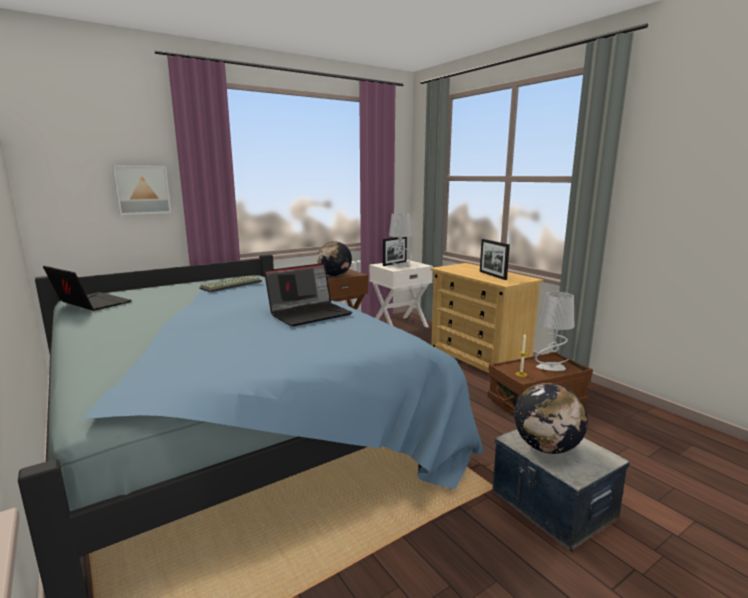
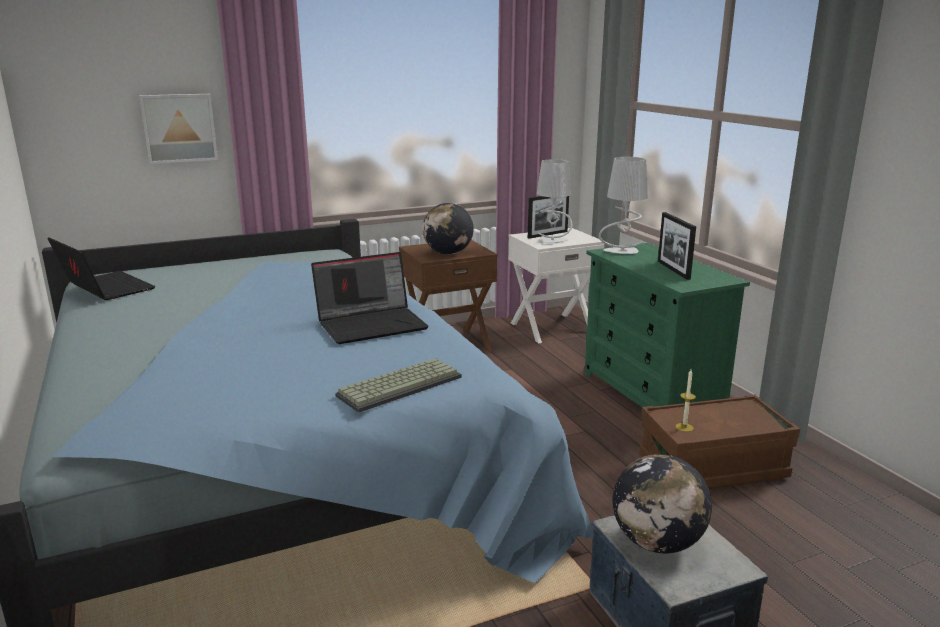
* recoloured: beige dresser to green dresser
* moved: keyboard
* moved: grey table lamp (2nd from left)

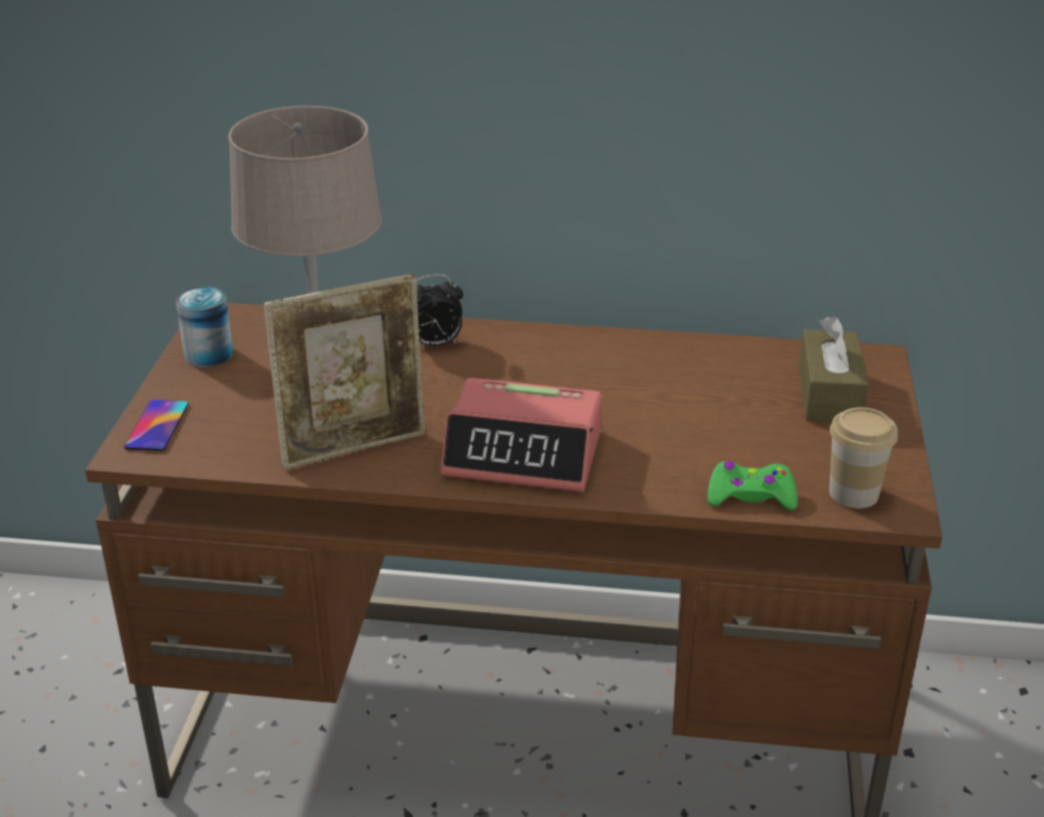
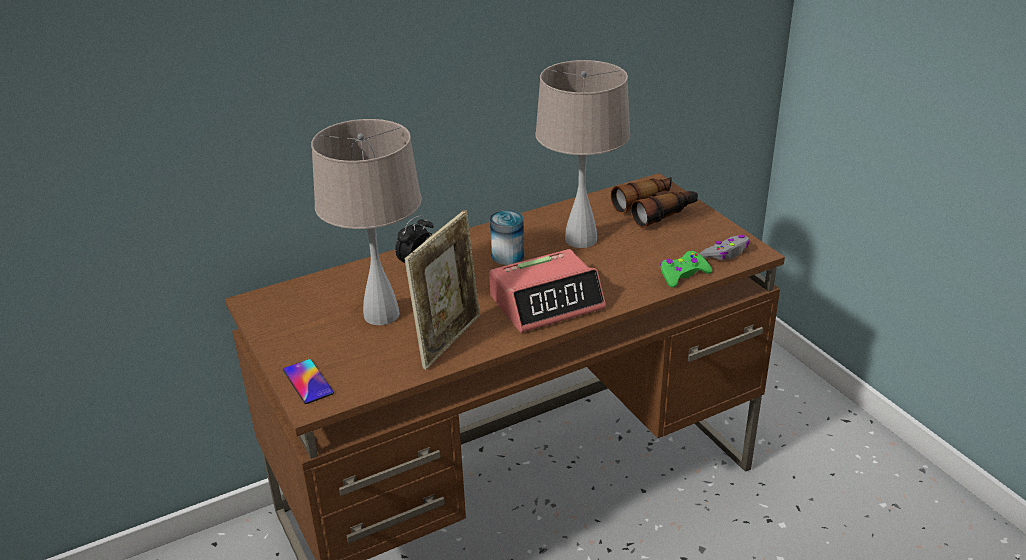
* moved: can
* replaced: brown tissue box to binoculars
* replaced: cup to grey game controller
* added: beige table lamp (2nd from left)

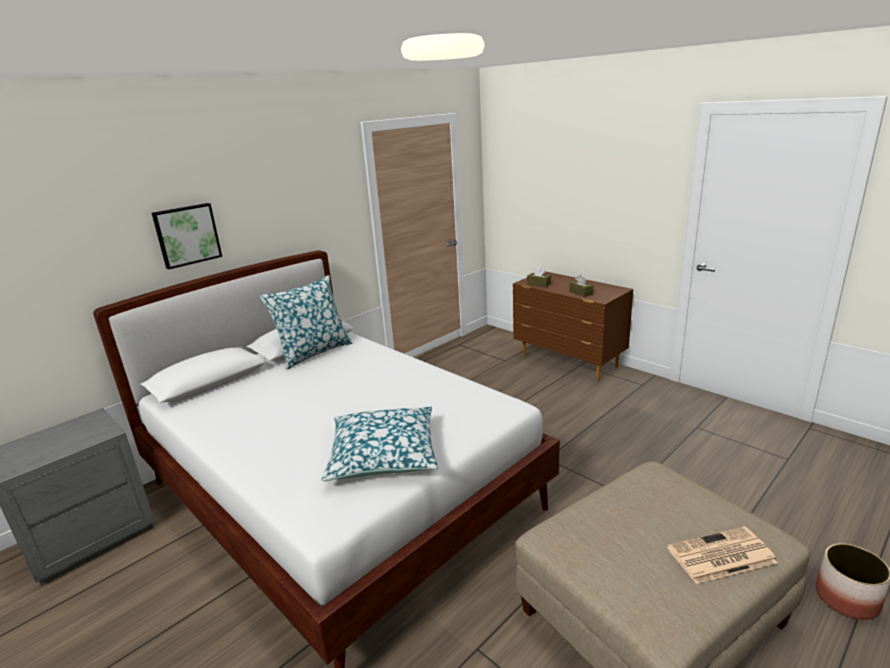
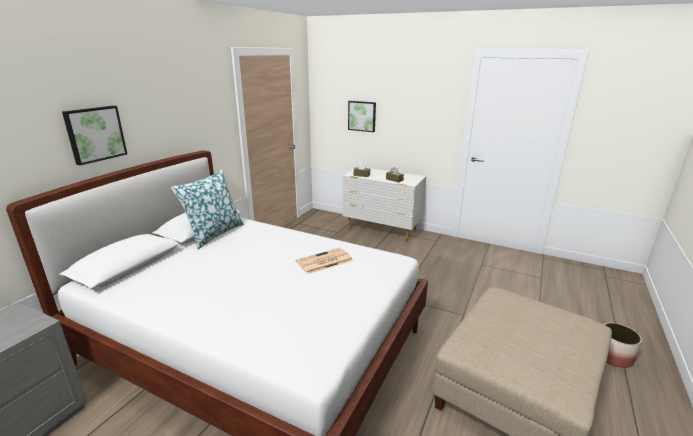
* recoloured: brown dresser to white dresser
* removed: pillow (2nd from left)
* moved: newspaper
* added: picture (2nd from left)

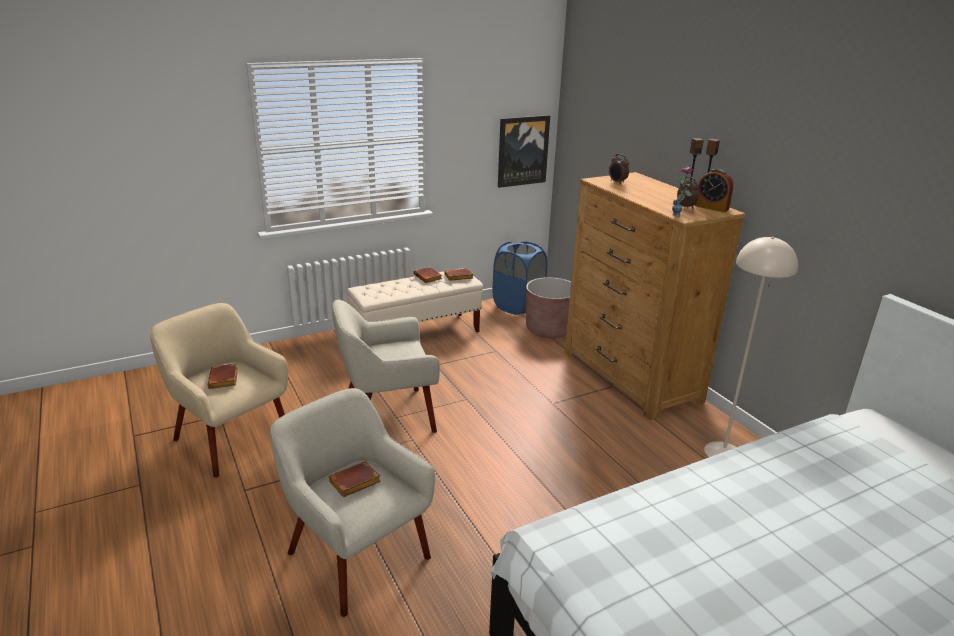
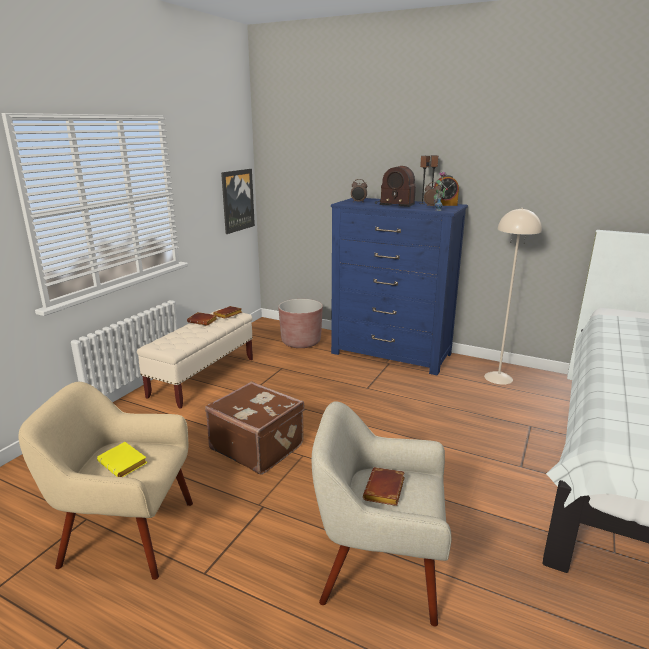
* recoloured: brown dresser to blue dresser
* removed: blue laundry basket
* replaced: beige armchair (3rd from left) to brown suitcase
* recoloured: brown book (1st from left) to yellow book
* added: radio

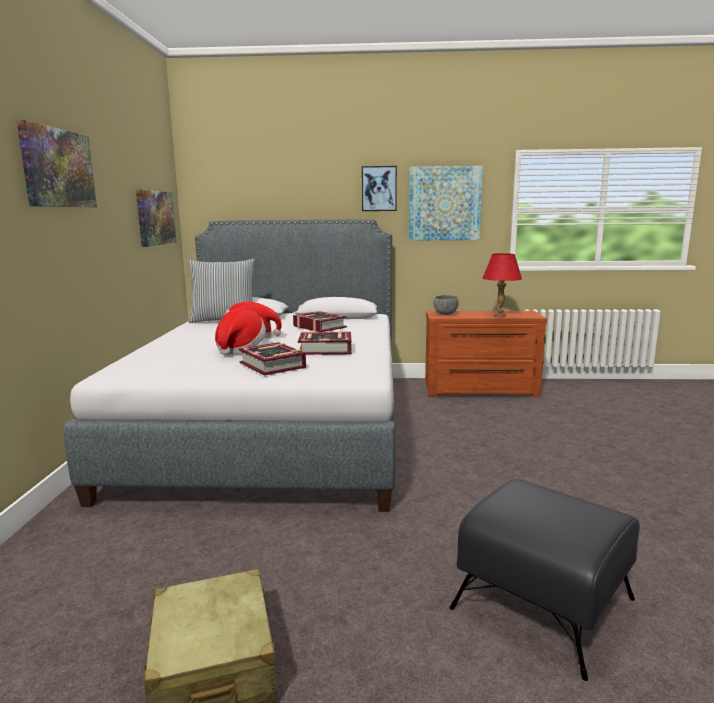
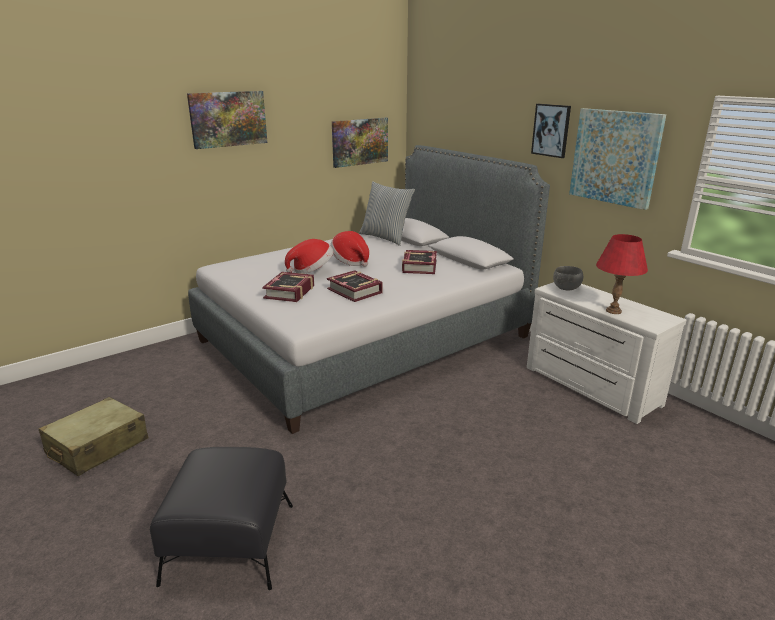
* recoloured: brown dresser to white dresser

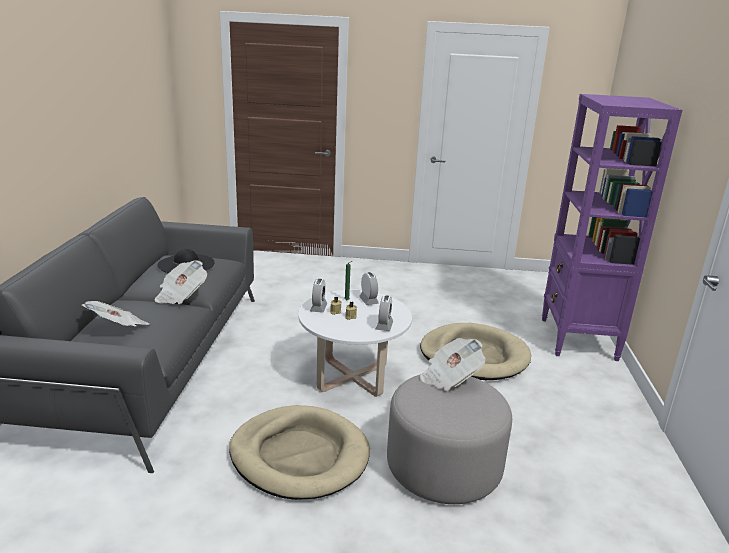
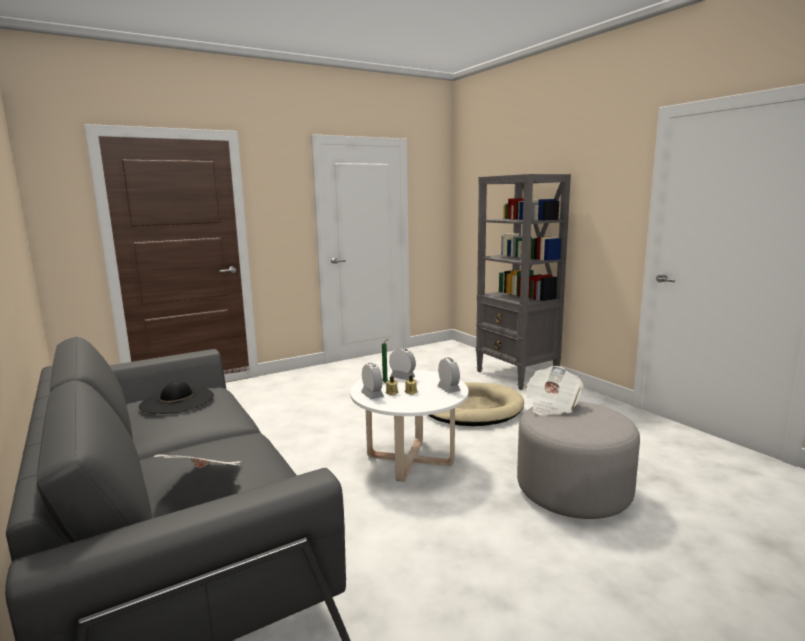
* recoloured: purple bookcase to grey bookcase
* removed: newspaper (2nd from left)
* removed: beige dog bed (1st from left)

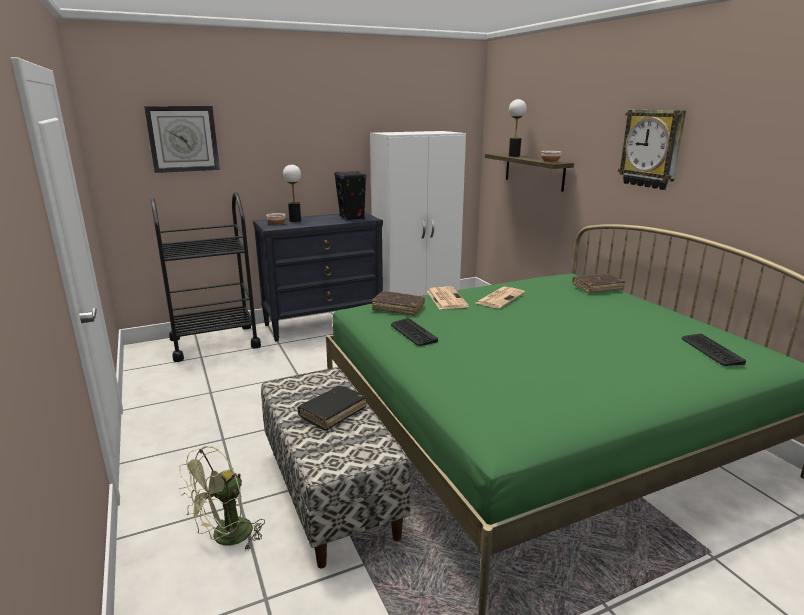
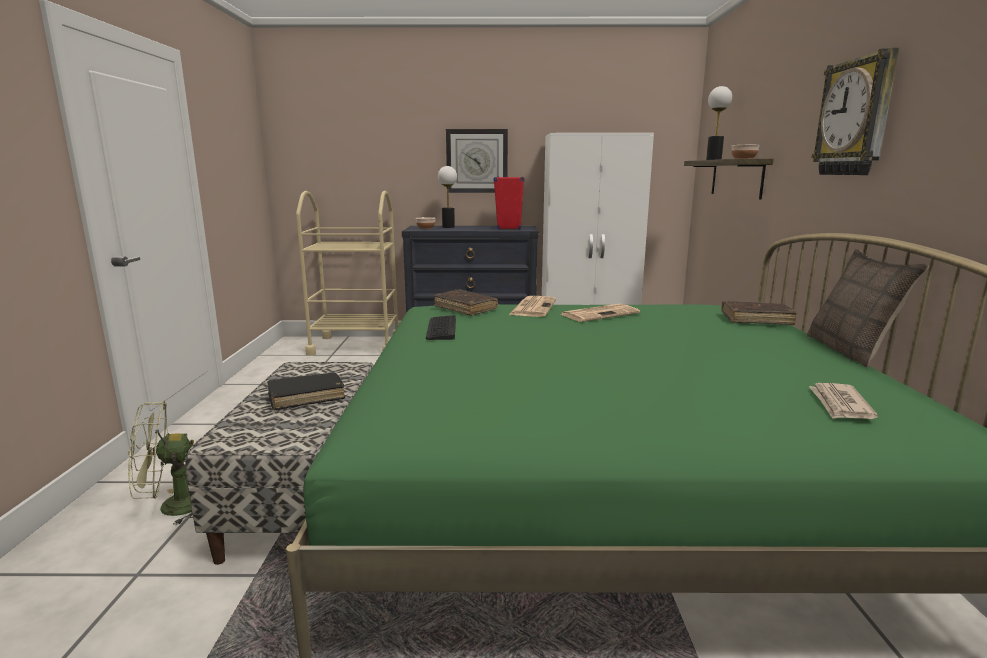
* moved: wall clock (1st from left)
* recoloured: black speaker to red speaker
* recoloured: black cart to beige cart
* replaced: keyboard (2nd from left) to newspaper (3rd from left)
* added: pillow

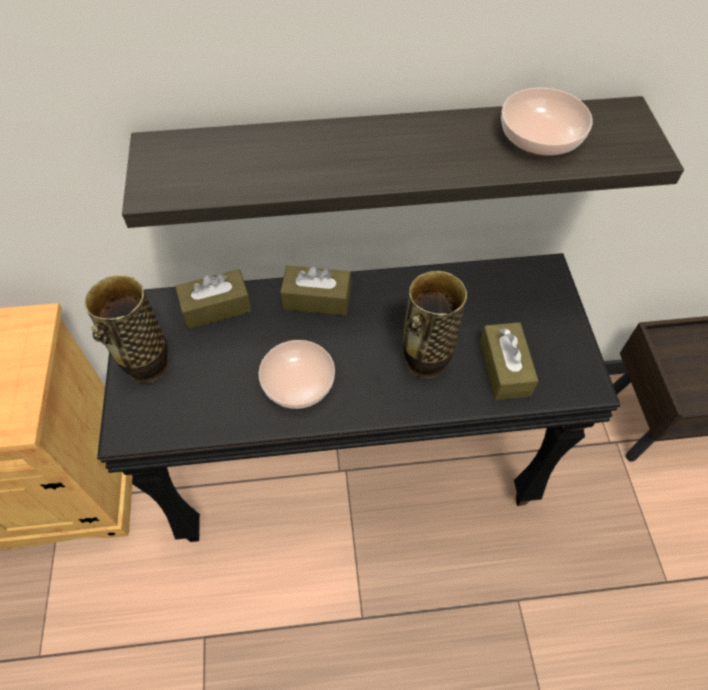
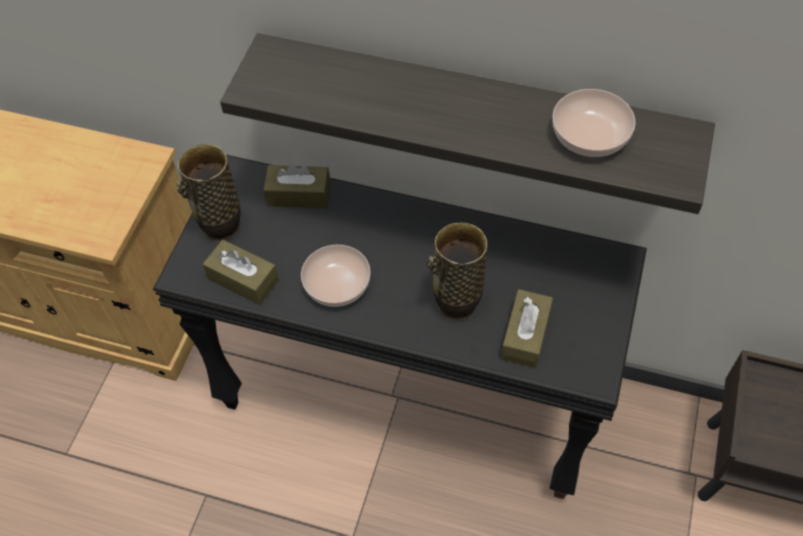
* moved: brown tissue box (2nd from left in the first image) to brown tissue box (1st from left)

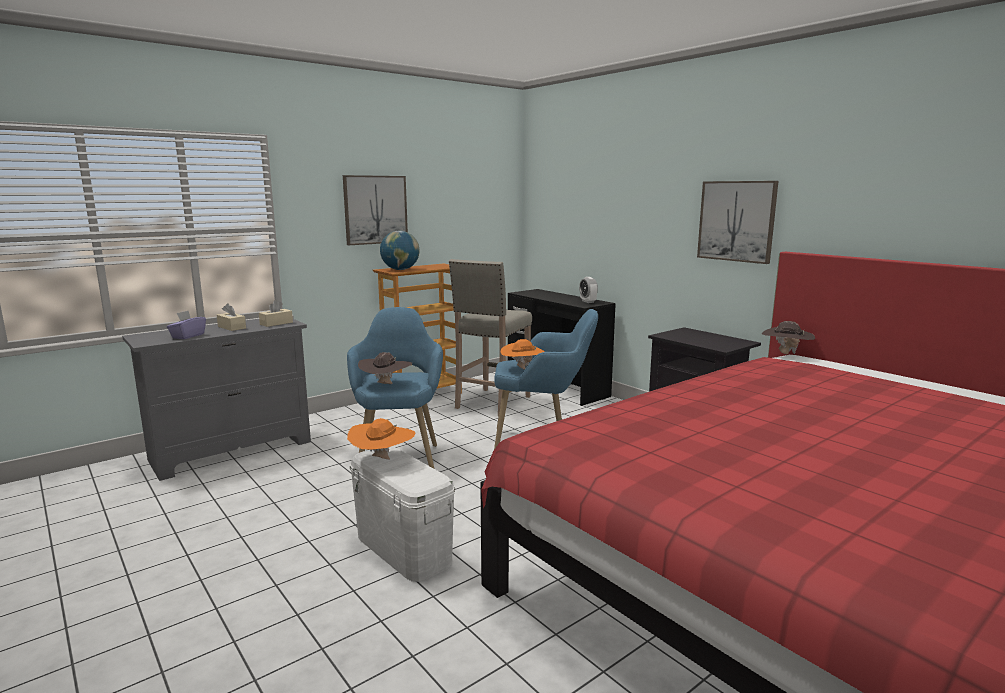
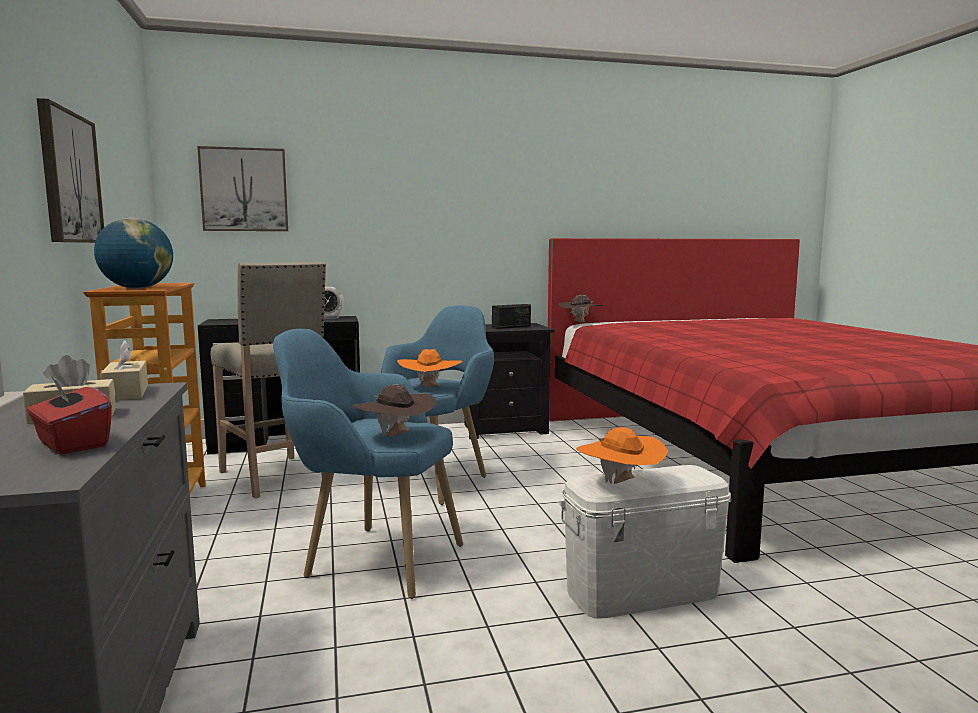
* moved: picture (2nd from left)
* recoloured: purple tissue box to red tissue box
* added: radio

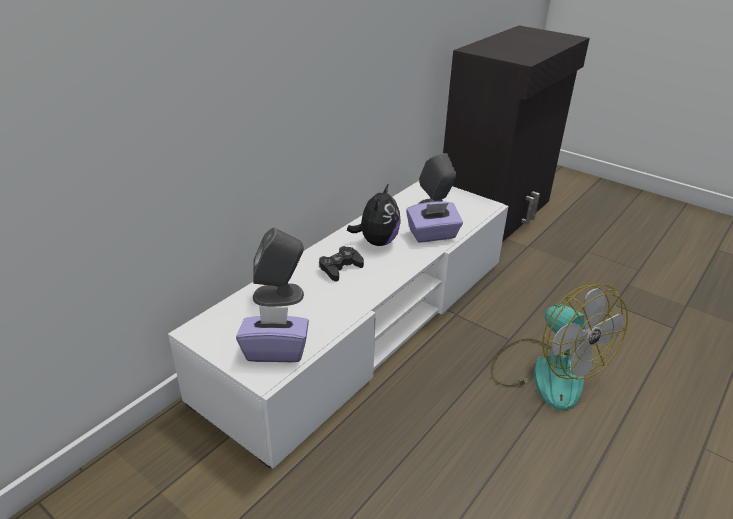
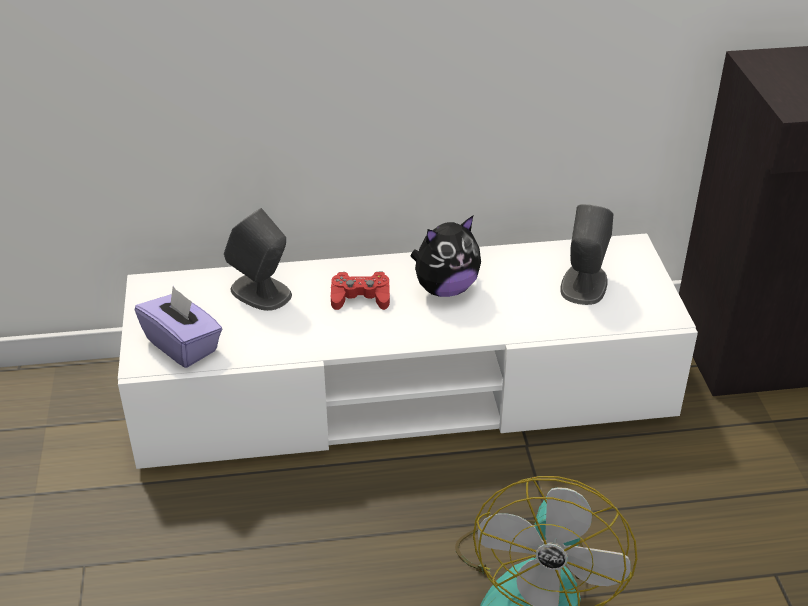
* removed: purple tissue box (2nd from left)
* recoloured: black game controller to red game controller

